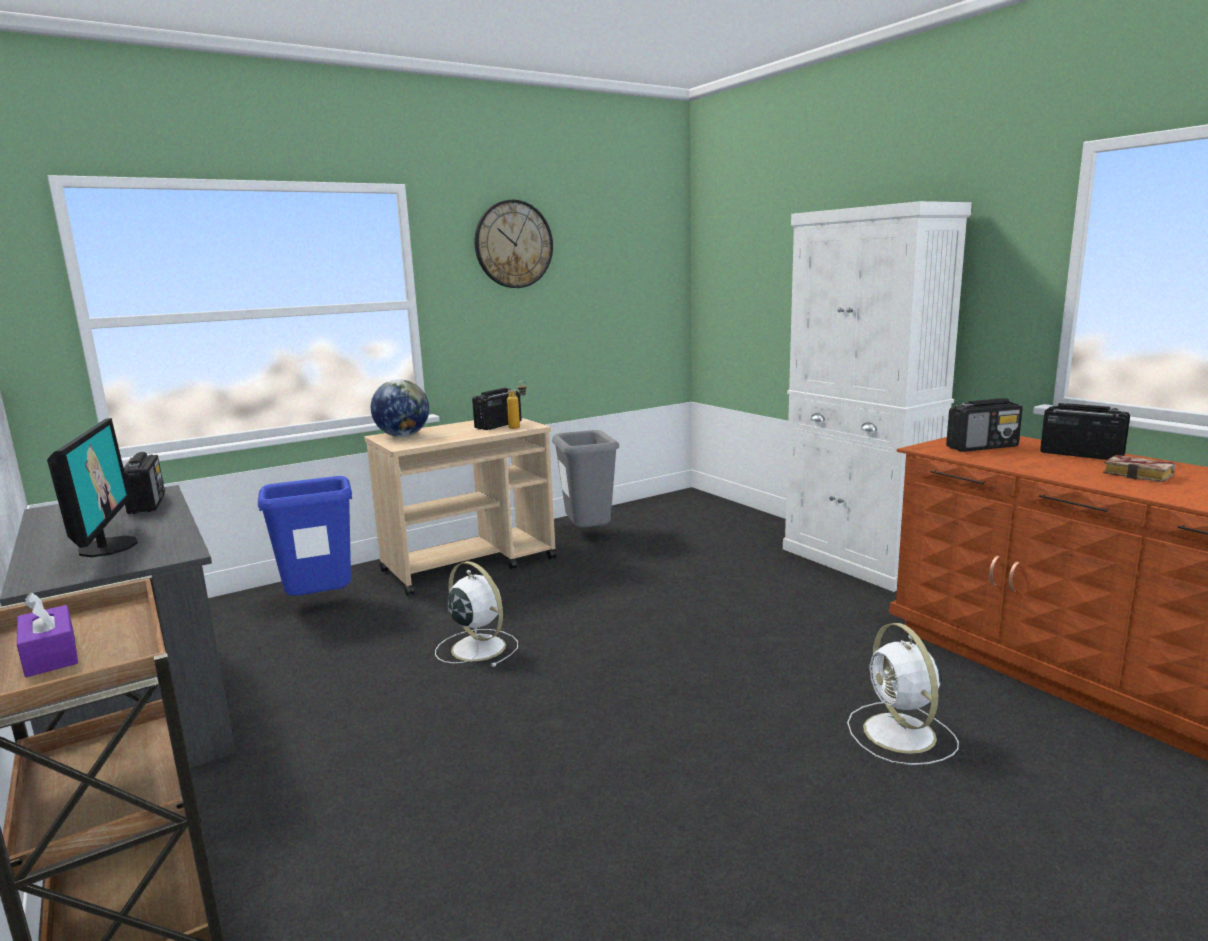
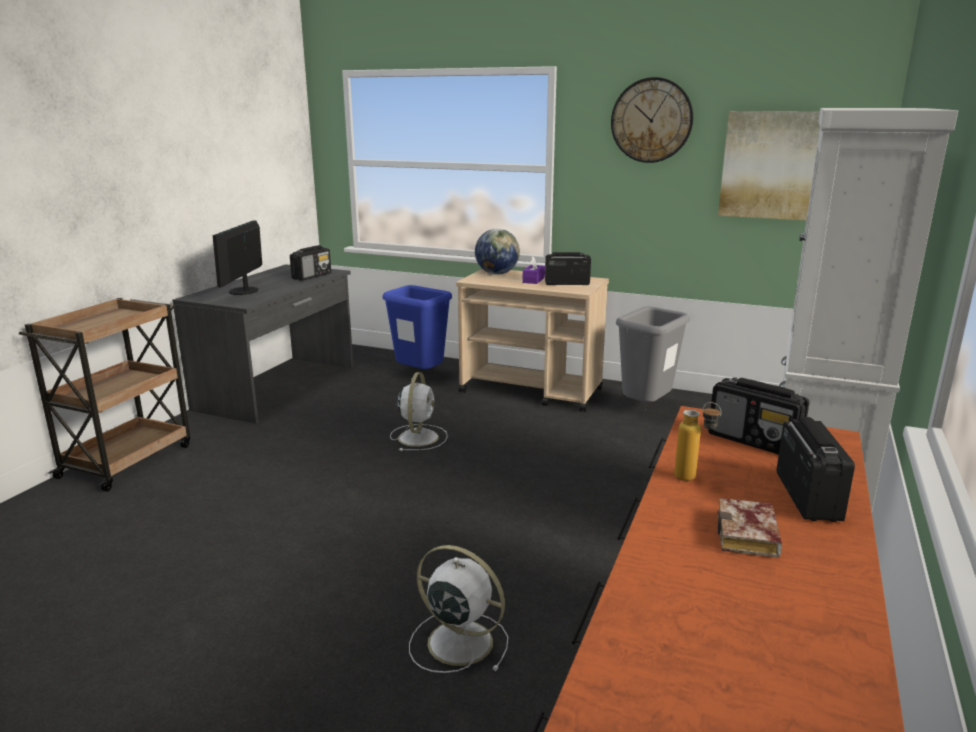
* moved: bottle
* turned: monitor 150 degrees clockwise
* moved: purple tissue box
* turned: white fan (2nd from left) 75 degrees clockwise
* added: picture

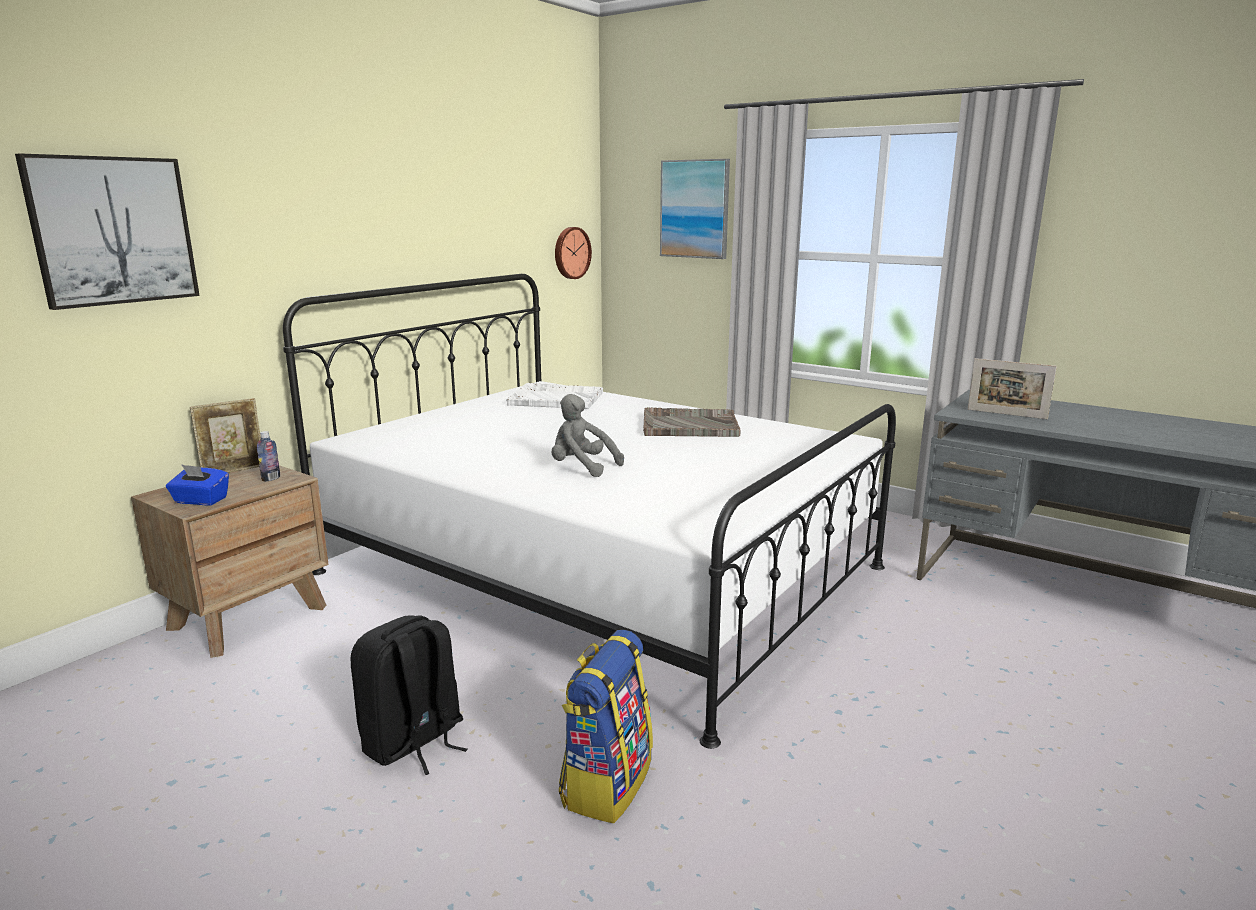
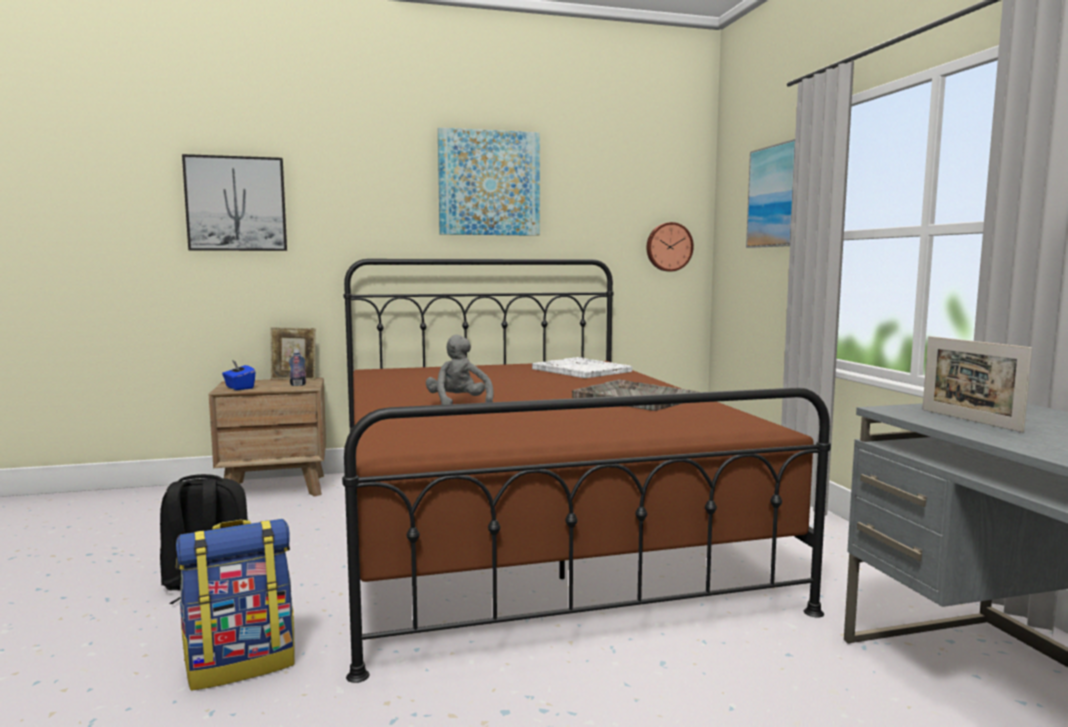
* recoloured: white bed to brown bed
* added: picture (2nd from left)

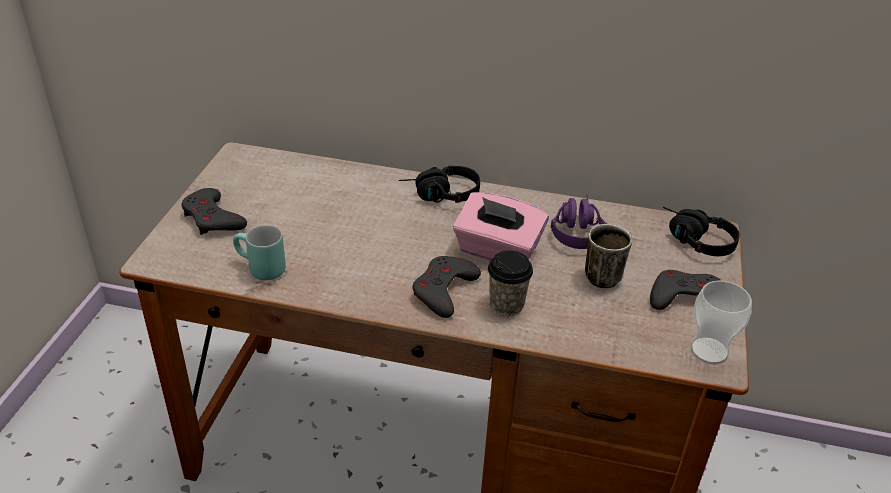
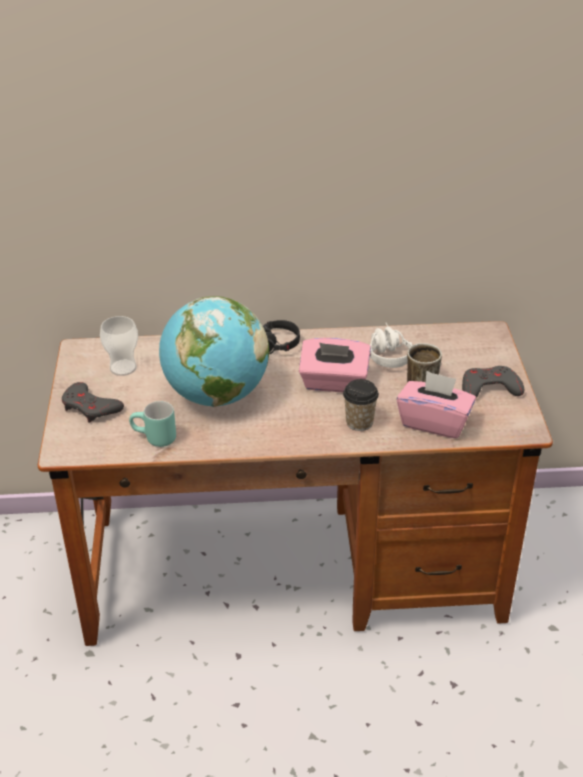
* recoloured: purple headphones to white headphones
* removed: black headphones (2nd from left)
* removed: grey game controller (2nd from left)
* moved: cup (2nd from left in the first image) to cup (1st from left)
* added: globe
* added: pink tissue box (2nd from left)

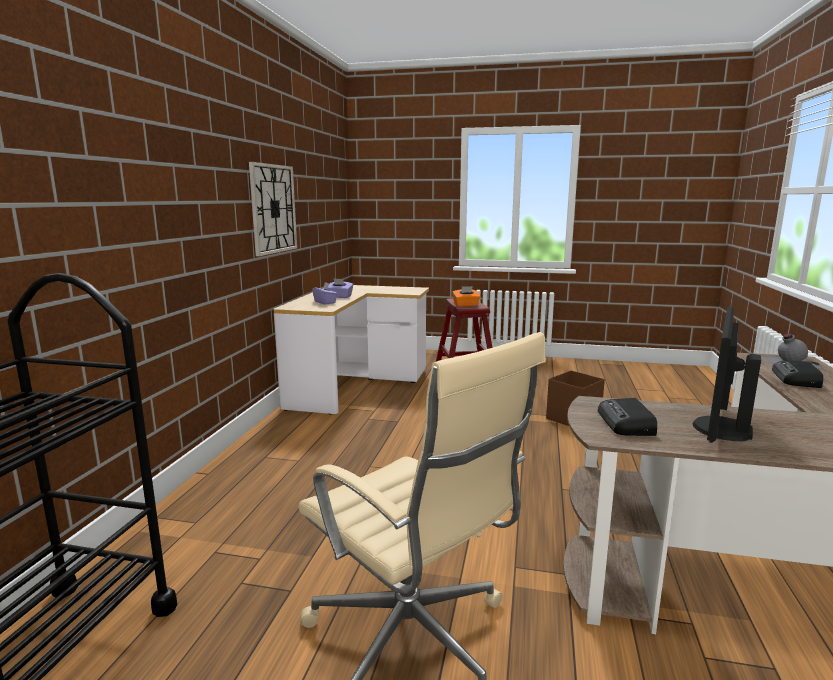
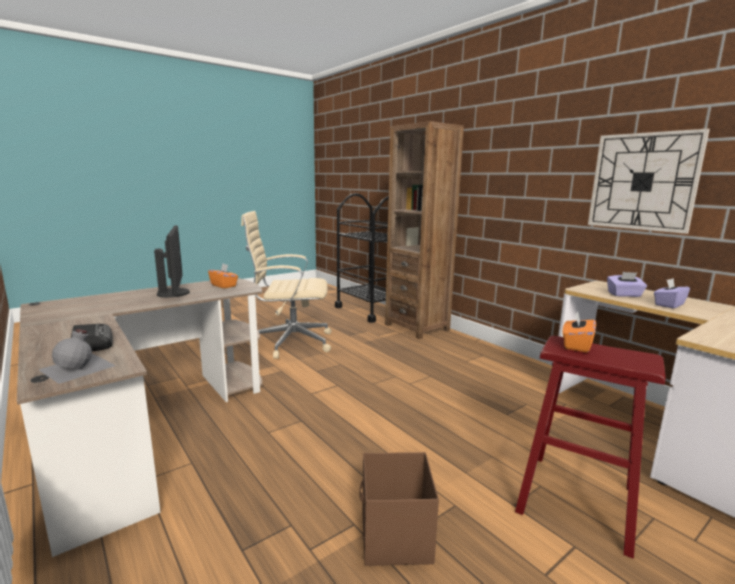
* replaced: radio (1st from left) to orange tissue box (1st from left)
* added: brown bookcase

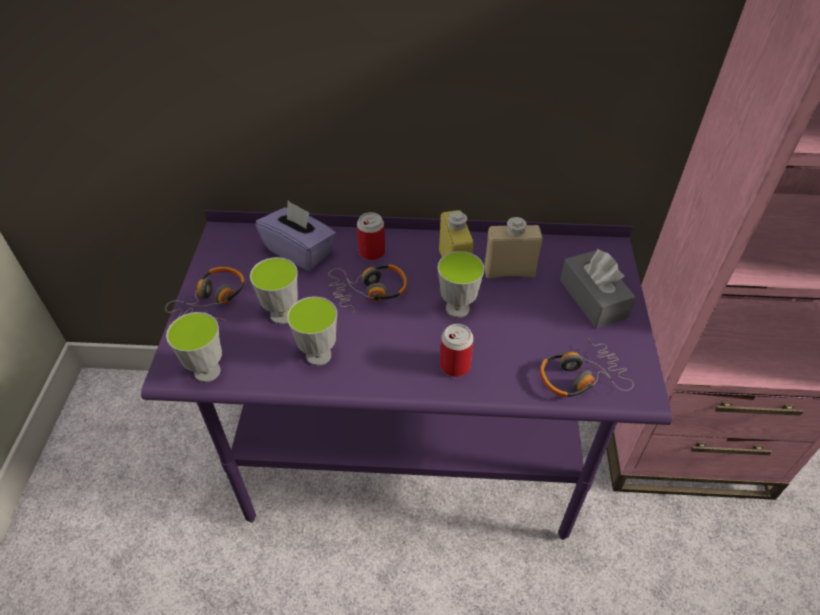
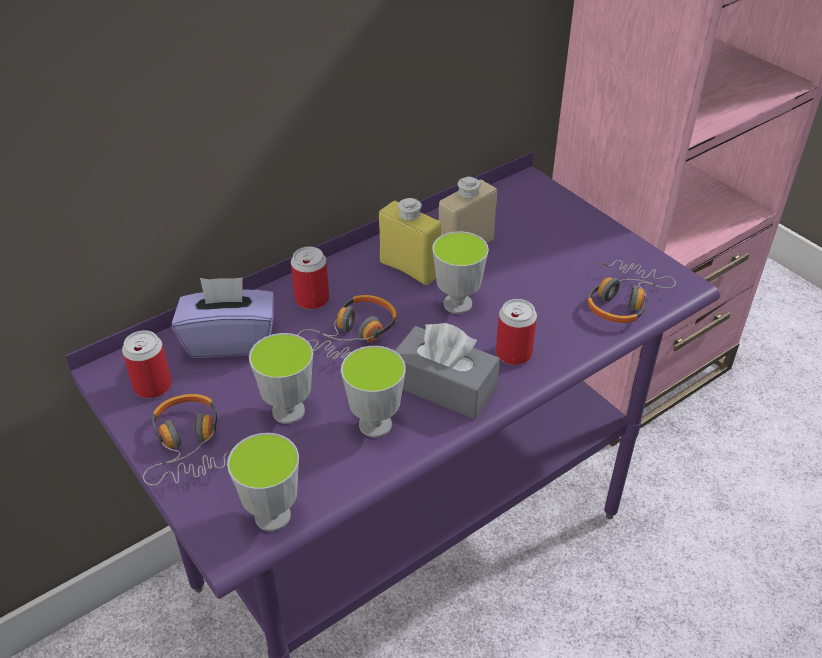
* moved: grey tissue box
* added: can (1st from left)

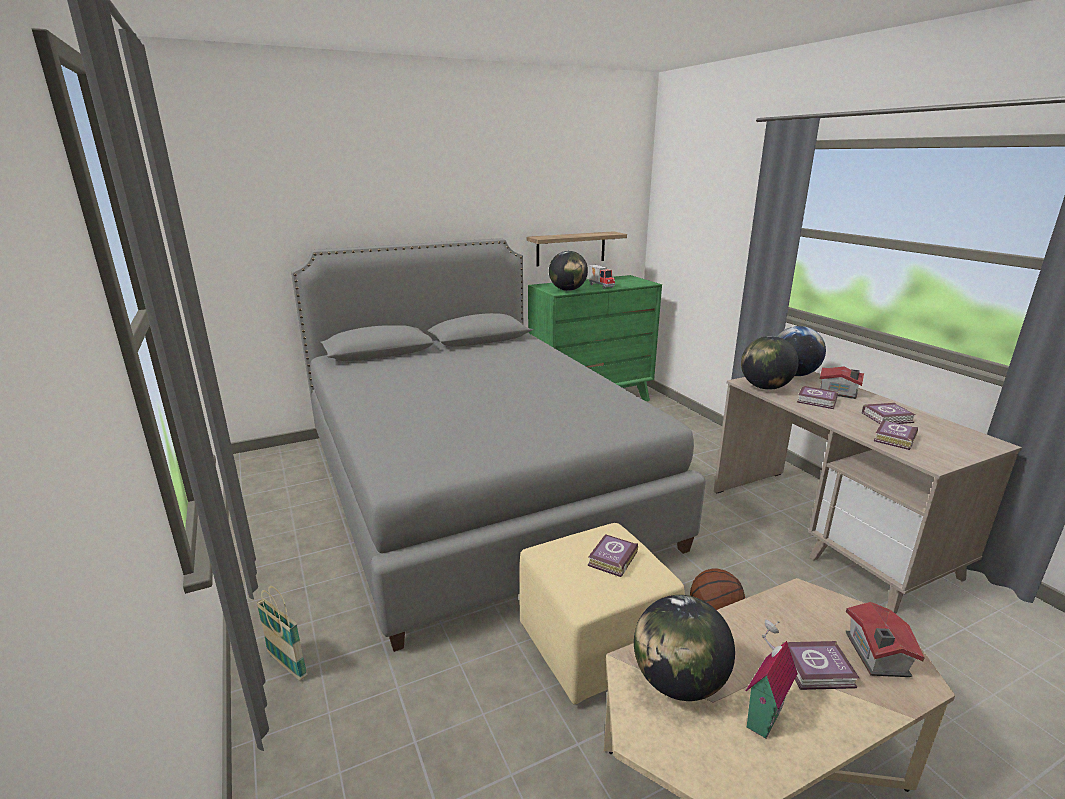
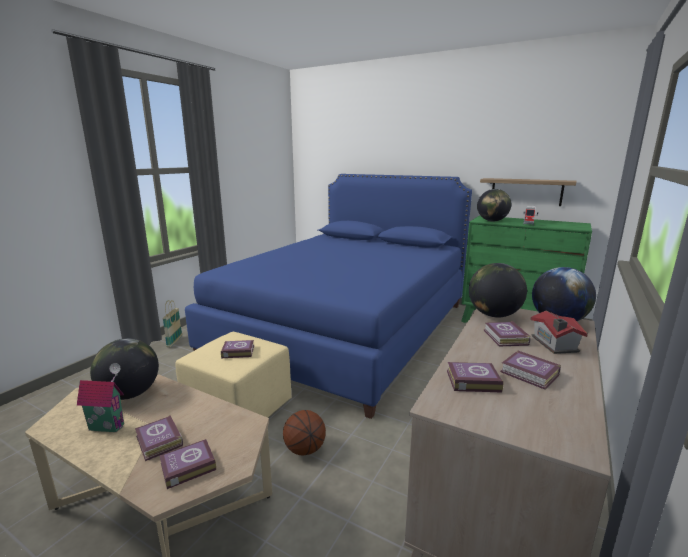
* recoloured: grey bed to blue bed
* replaced: toy house (3rd from left) to book (2nd from left)

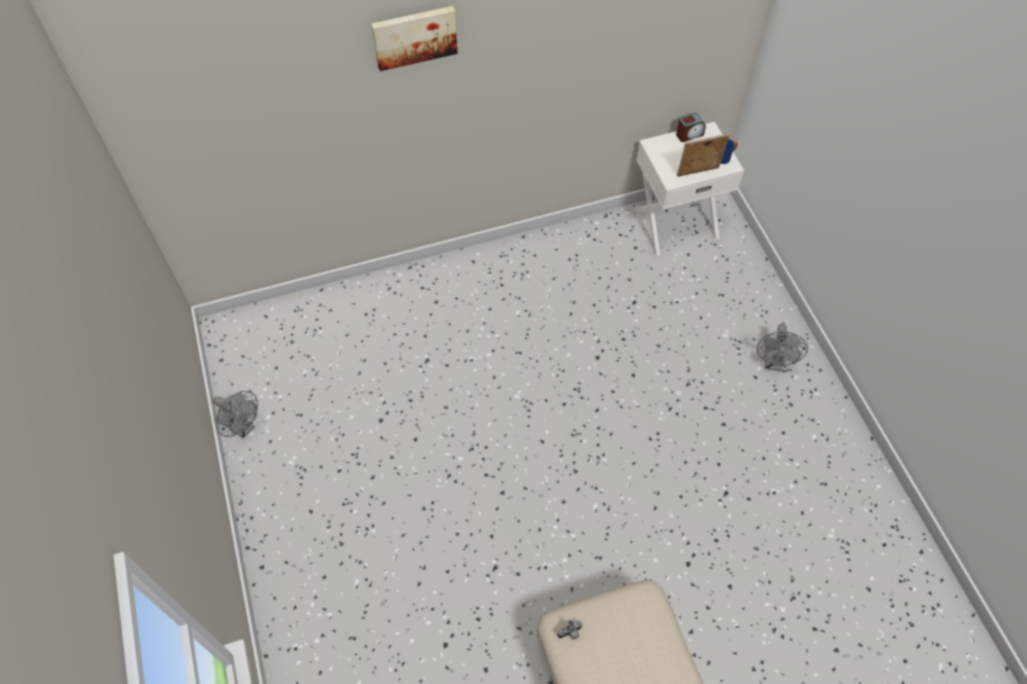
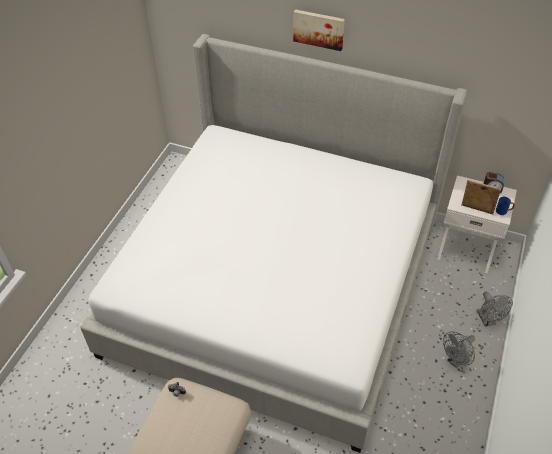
* moved: grey fan (1st from left in the first image) to grey fan (2nd from left)
* added: bed

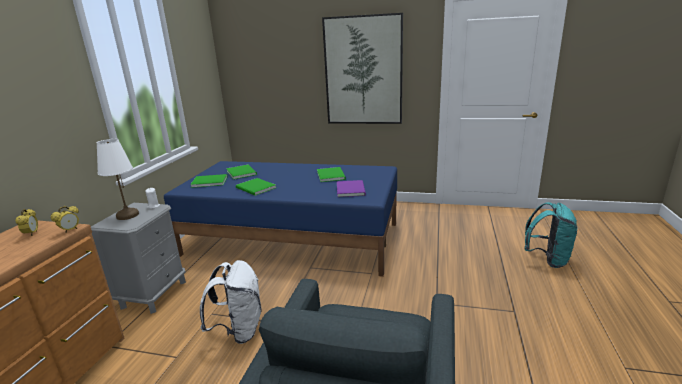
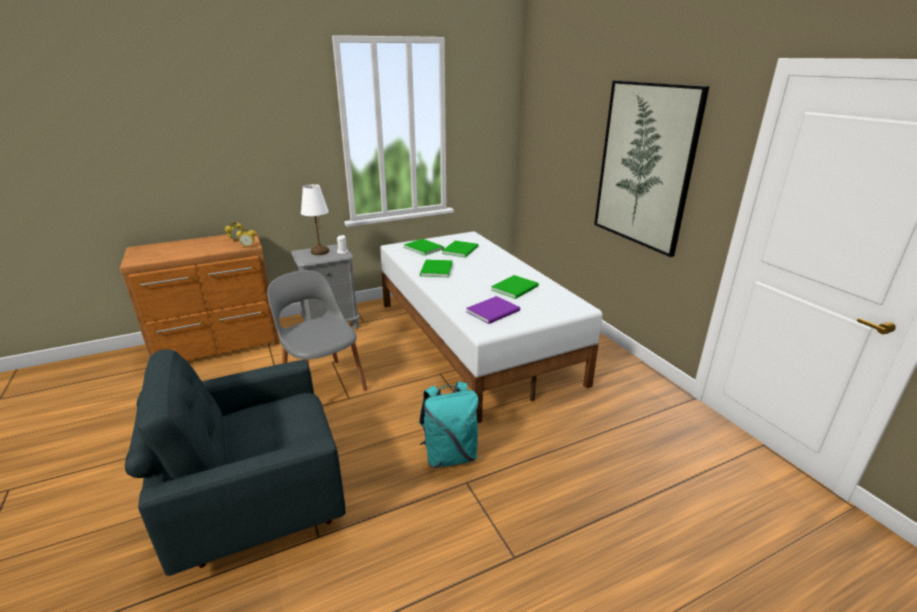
* recoloured: blue bed to white bed
* moved: turquoise backpack
* replaced: white backpack to grey chair

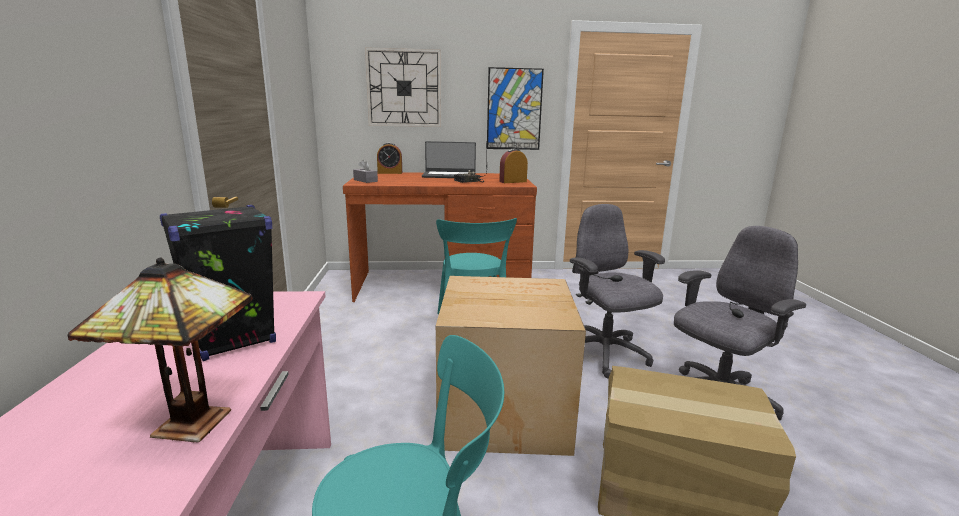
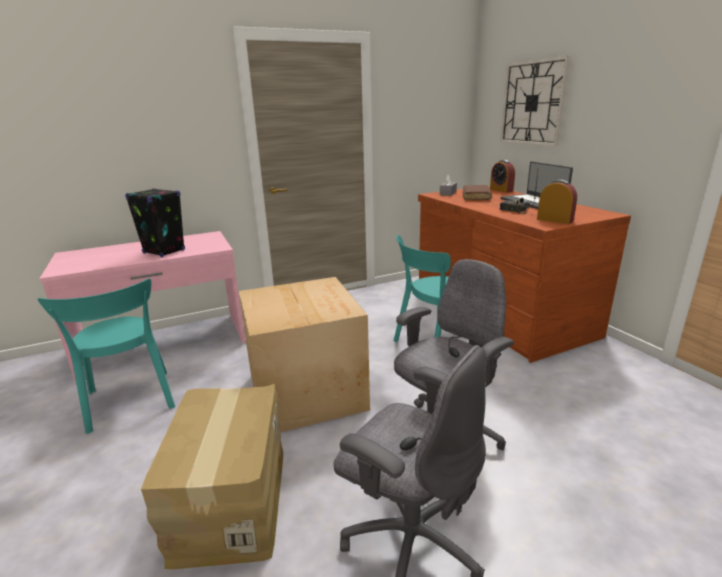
* removed: picture
* removed: table lamp
* added: brown book

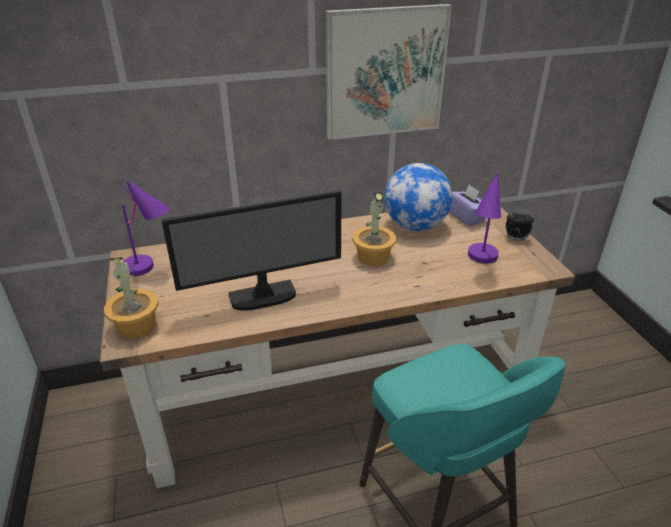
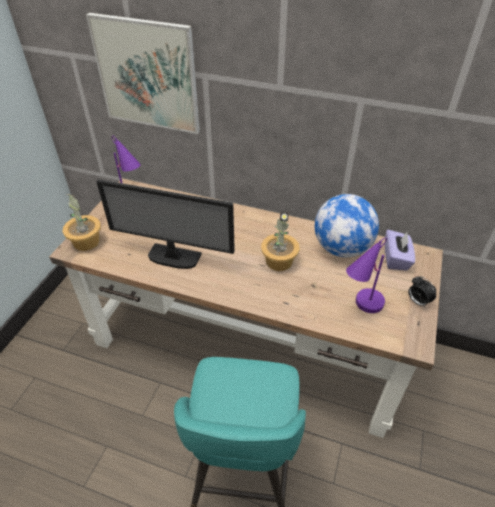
* moved: picture

